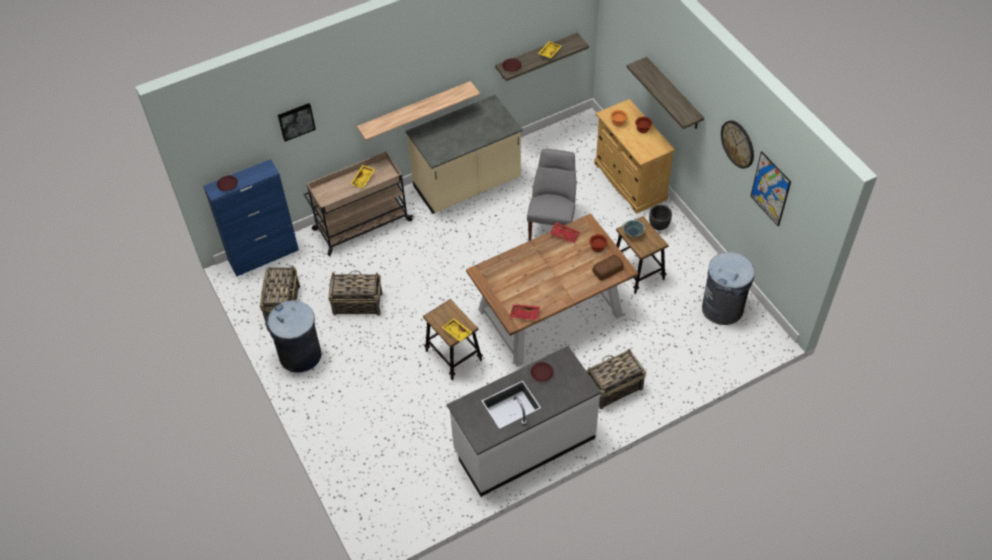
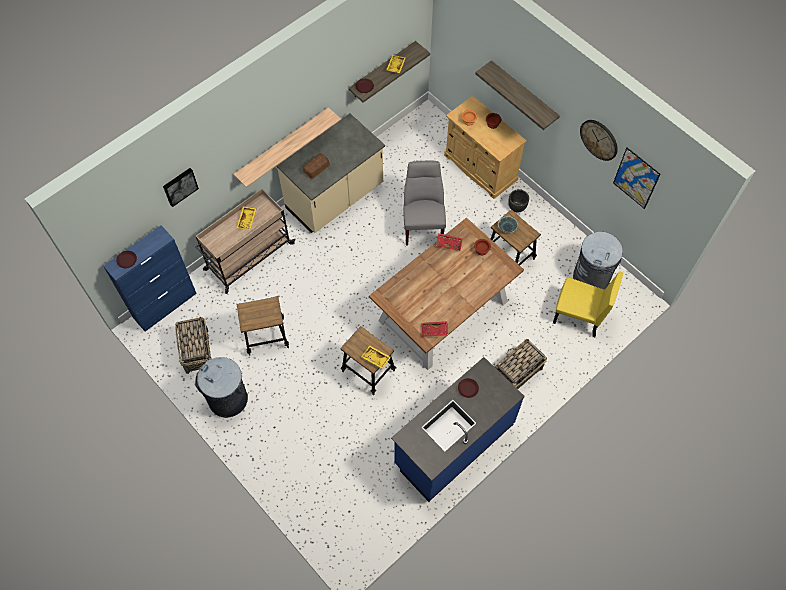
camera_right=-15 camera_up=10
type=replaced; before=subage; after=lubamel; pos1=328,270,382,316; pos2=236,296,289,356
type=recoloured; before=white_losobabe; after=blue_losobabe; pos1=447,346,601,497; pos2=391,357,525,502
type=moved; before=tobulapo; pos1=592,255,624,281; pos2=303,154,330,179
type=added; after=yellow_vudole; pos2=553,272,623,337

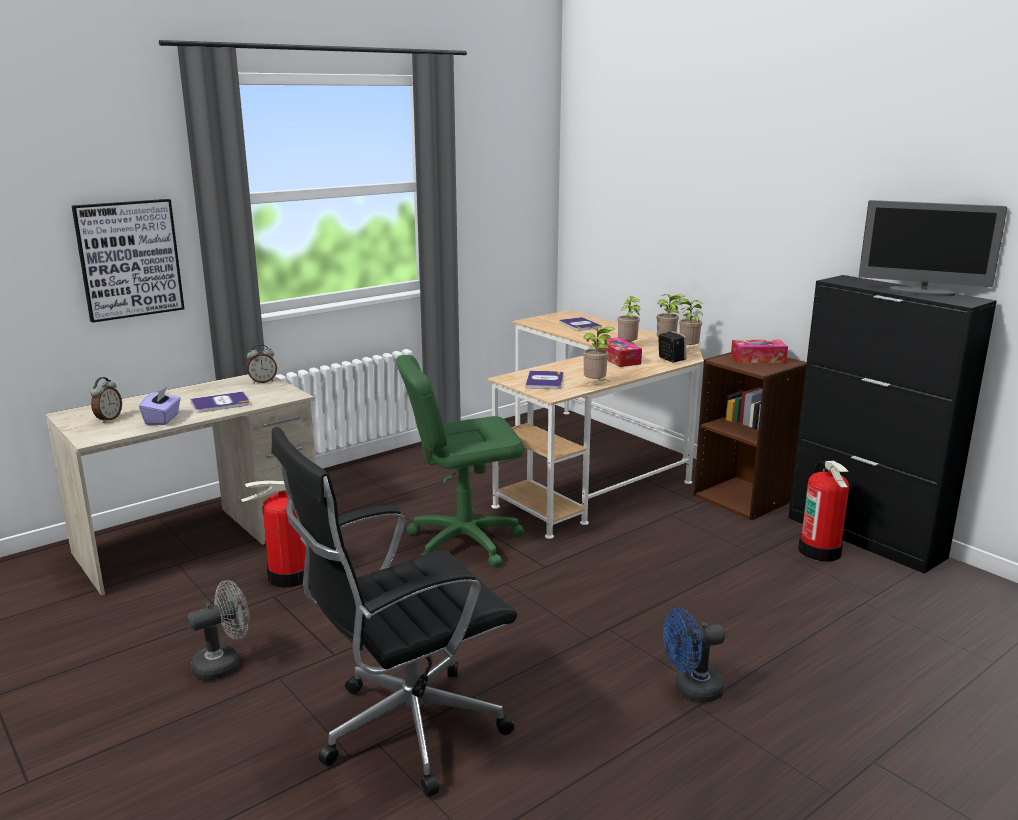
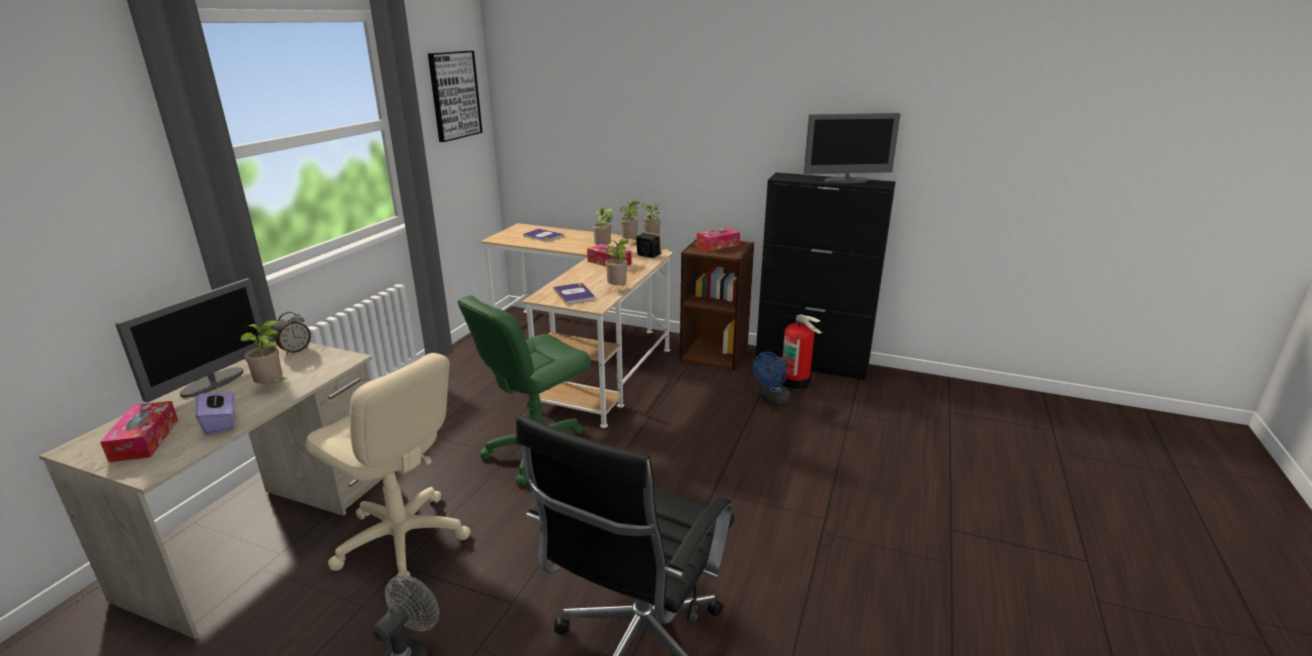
camera_right=-30 camera_up=5
type=moved; before=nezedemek; pos1=72,199,184,323; pos2=428,51,483,142
type=replaced; before=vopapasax; after=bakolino; pos1=90,377,122,423; pos2=100,401,178,463
type=replaced; before=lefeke; after=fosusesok; pos1=190,392,250,413; pos2=240,320,287,384
type=replaced; before=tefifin; after=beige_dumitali; pos1=241,481,306,588; pos2=306,353,471,584
type=moved; before=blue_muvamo; pos1=663,608,725,703; pos2=753,352,790,404
type=added; after=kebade; pos2=115,278,265,402

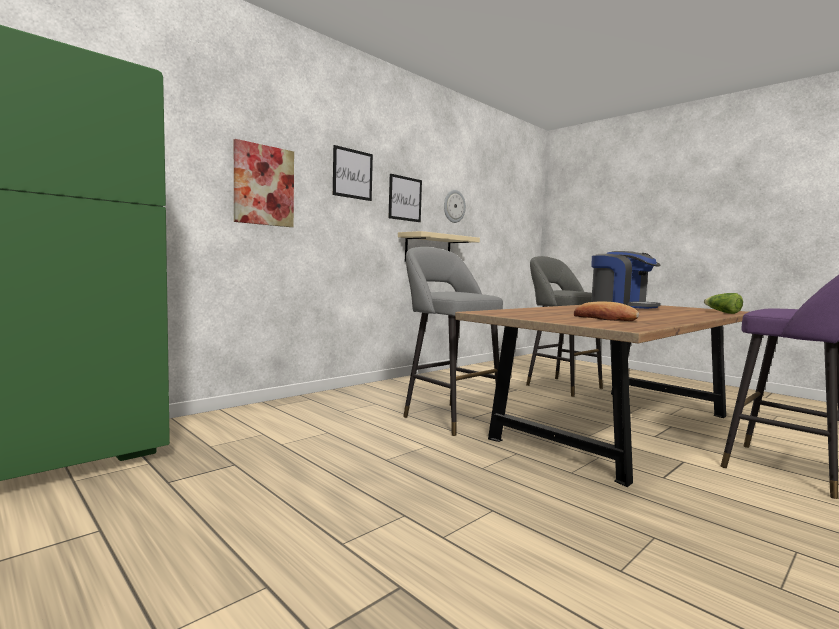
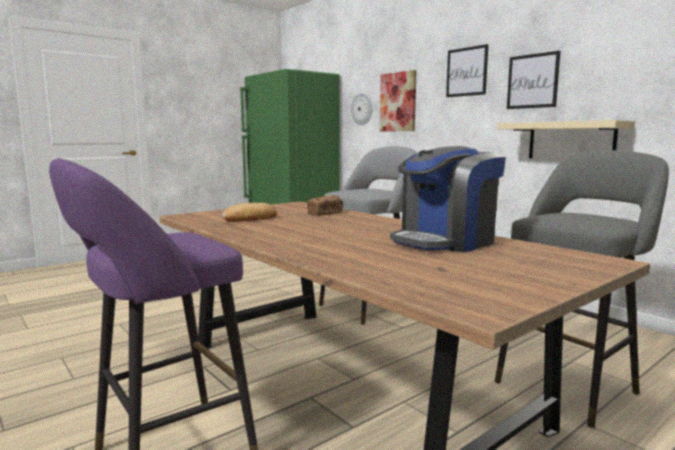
camera_right=95 camera_up=5
type=moved; before=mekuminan; pos1=444,190,466,223; pos2=351,93,373,125
type=removed; before=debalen; pos1=704,293,743,314
type=added; after=tobulapo; pos2=307,195,343,216

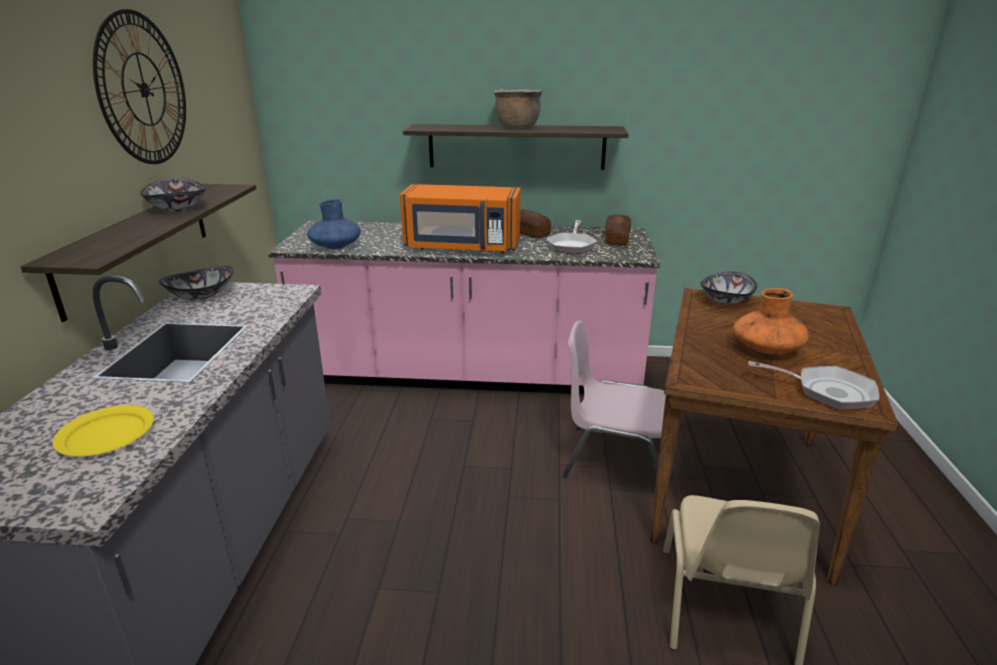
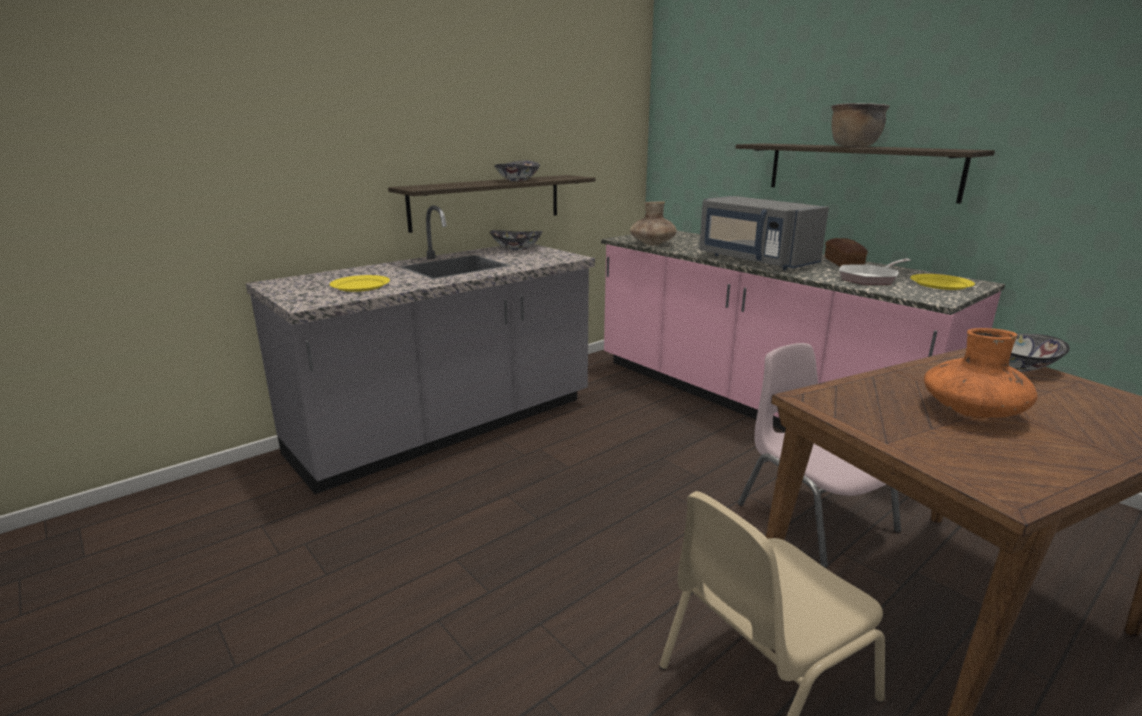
camera_right=45 camera_up=-5
type=removed; before=mekuminan; pos1=93,9,186,164
type=recoloured; before=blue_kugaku; after=brown_kugaku; pos1=307,199,361,249; pos2=630,202,677,245
type=recoloured; before=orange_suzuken; after=grey_suzuken; pos1=400,184,521,253; pos2=699,196,829,270
type=replaced; before=tobulapo; after=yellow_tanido; pos1=605,214,631,246; pos2=910,274,975,290
type=removed; before=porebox; pos1=748,361,880,410

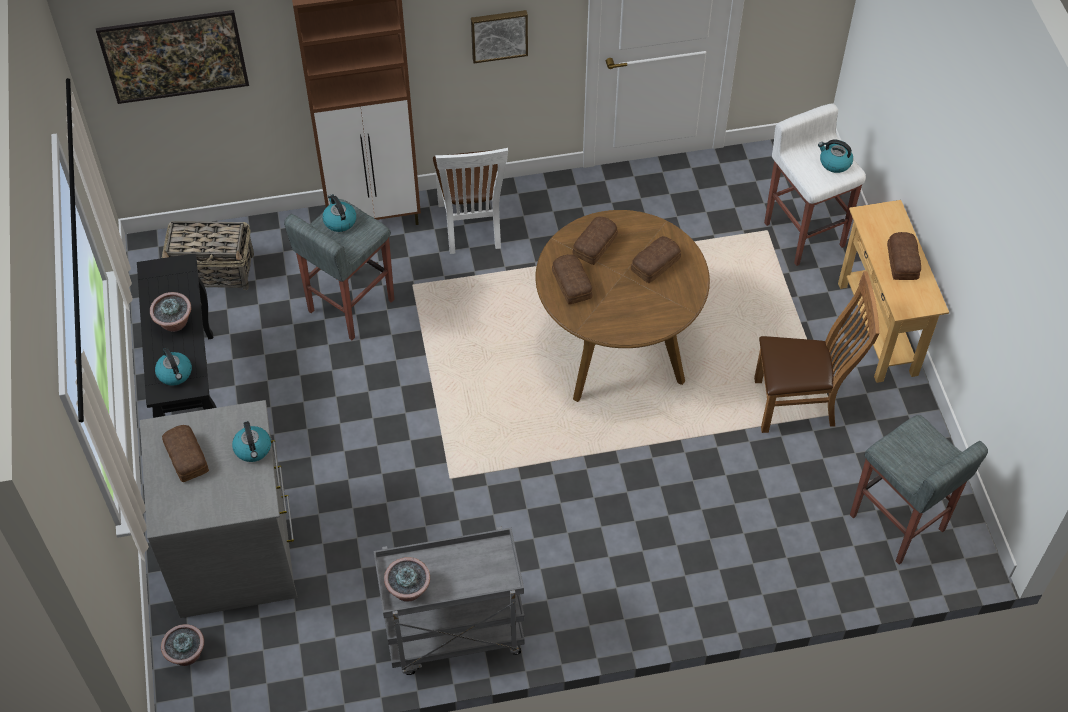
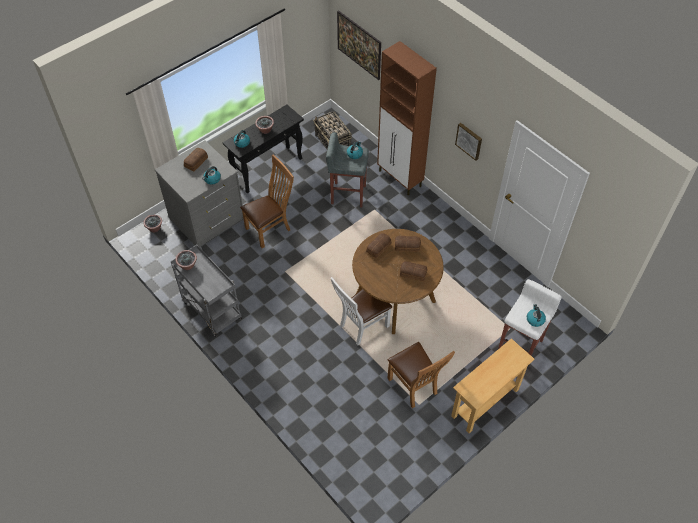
camera_right=60 camera_up=0
type=moved; before=white_vudole; pos1=433,148,508,254; pos2=331,277,392,345
type=removed; before=grey_lubamel; pos1=850,415,988,565
type=removed; before=tobulapo; pos1=887,232,921,280
type=added; after=brown_vudole; pos2=240,154,294,248

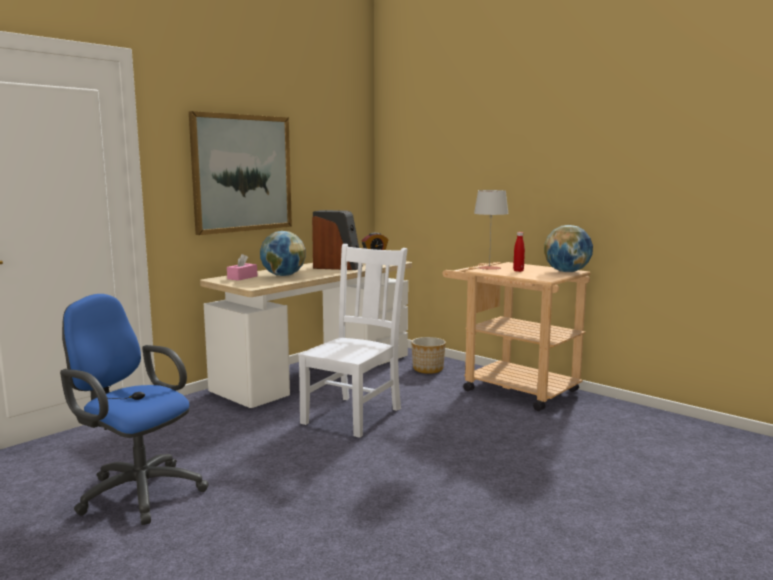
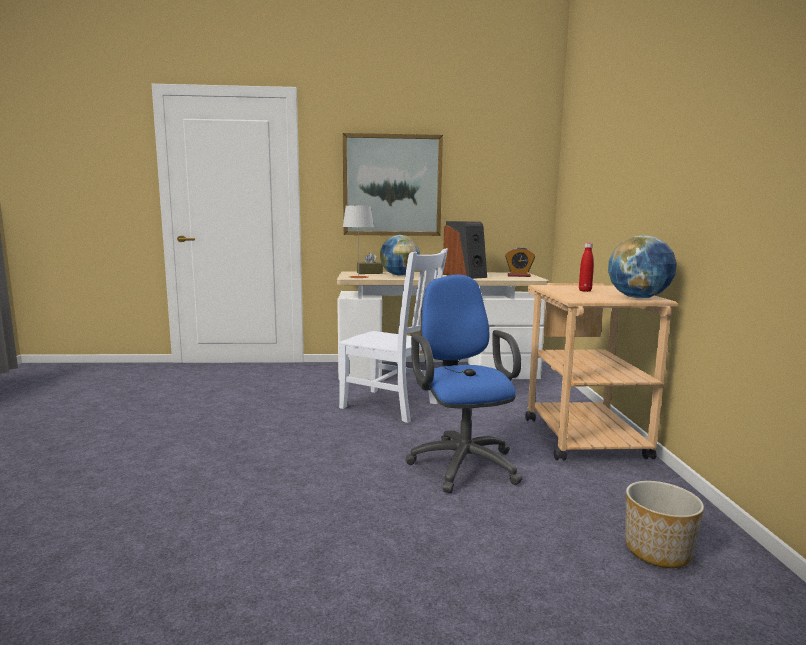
camera_right=45 camera_up=0
type=moved; before=blue_dumitali; pos1=60,294,209,525; pos2=406,275,522,493
type=recoloured; before=pink_bakolino; after=brown_bakolino; pos1=227,254,257,281; pos2=357,253,383,274
type=turned; before=white_vudole; pos1=298,244,408,438; pos2=338,248,448,423; turn=45
type=moved; before=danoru; pos1=411,337,446,374; pos2=625,481,704,568
type=moved; before=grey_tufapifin; pos1=474,190,509,270; pos2=343,205,374,278

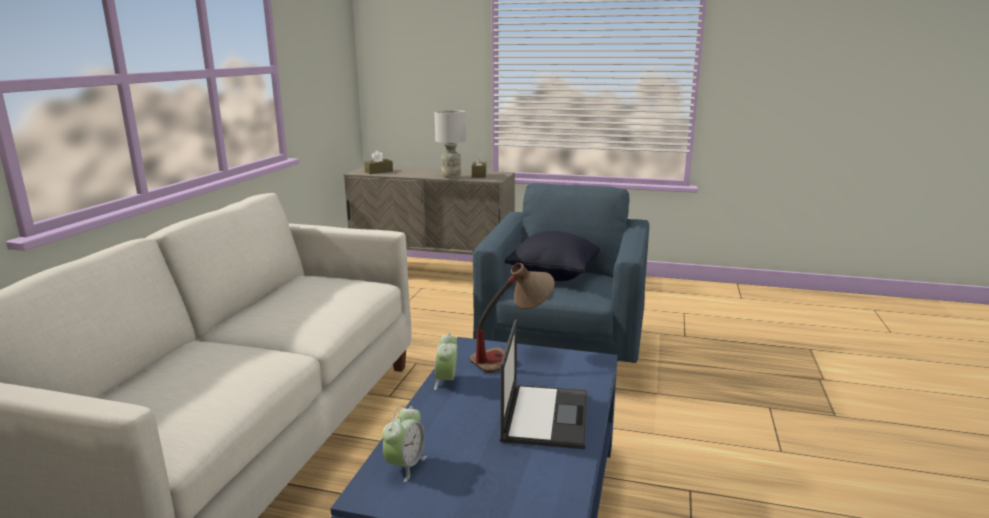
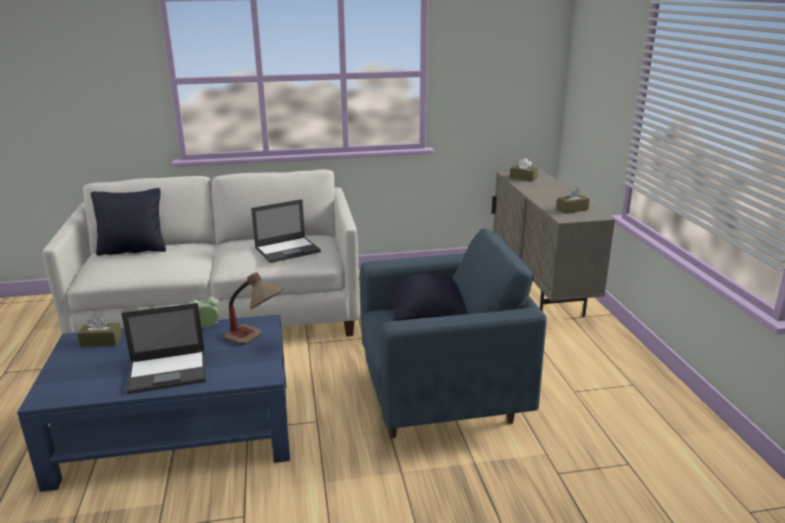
camera_right=65 camera_up=5
type=replaced; before=vopapasax; after=brown_bakolino; pos1=382,406,427,482; pos2=77,315,122,347
type=removed; before=grey_tufapifin; pos1=434,110,466,178
type=added; after=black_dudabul; pos2=91,188,166,256
type=added; after=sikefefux; pos2=251,199,321,263

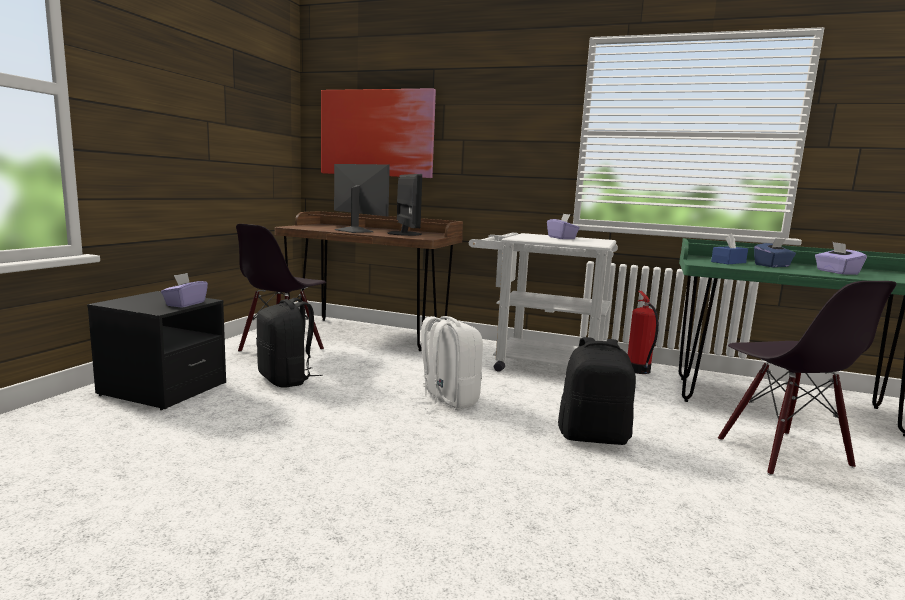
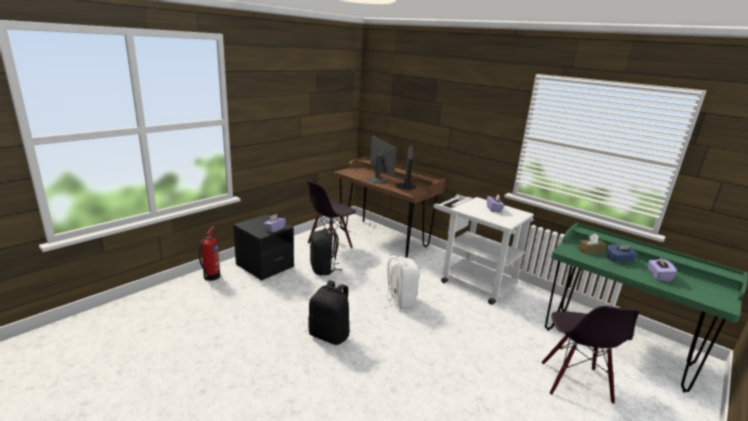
camera_right=20 camera_up=10
type=removed; before=nezedemek; pos1=321,88,436,178
type=moved; before=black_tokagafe; pos1=558,337,636,445; pos2=308,280,350,345
type=moved; before=tefifin; pos1=628,291,659,374; pos2=199,226,220,281
type=recoloured; before=blue_bakolino; after=brown_bakolino; pos1=711,233,748,264; pos2=578,233,607,255

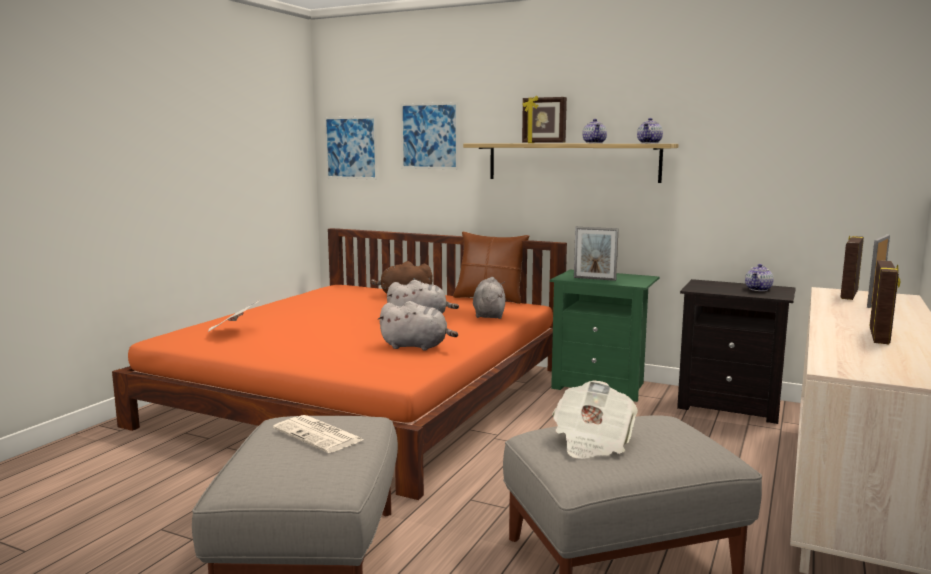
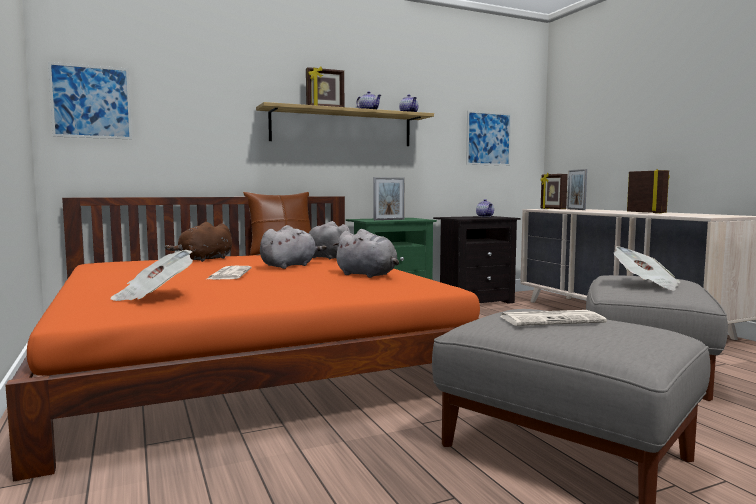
camera_right=-50 camera_up=-5
type=turned; before=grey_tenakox; pos1=377,301,458,351; pos2=332,229,399,278; turn=75
type=moved; before=nezedemek; pos1=400,102,459,169; pos2=466,111,511,166
type=added; after=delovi; pos2=205,266,251,280

